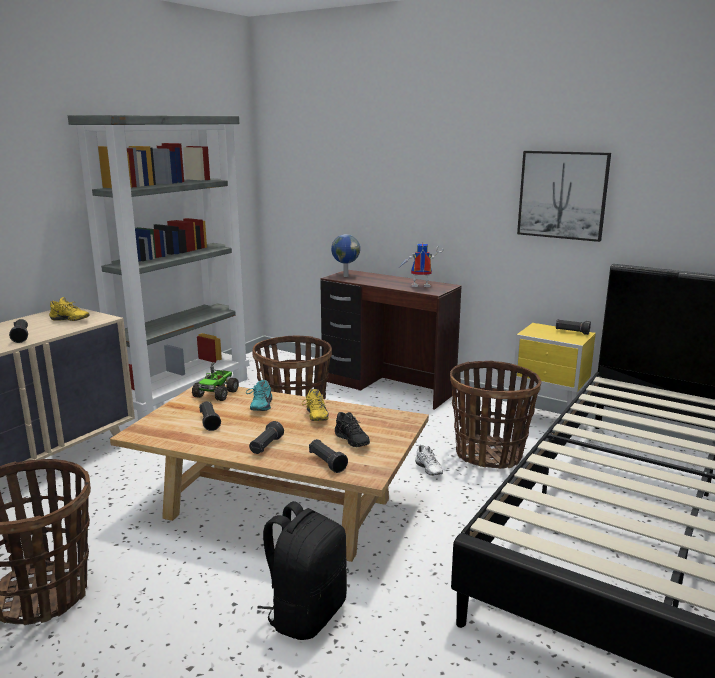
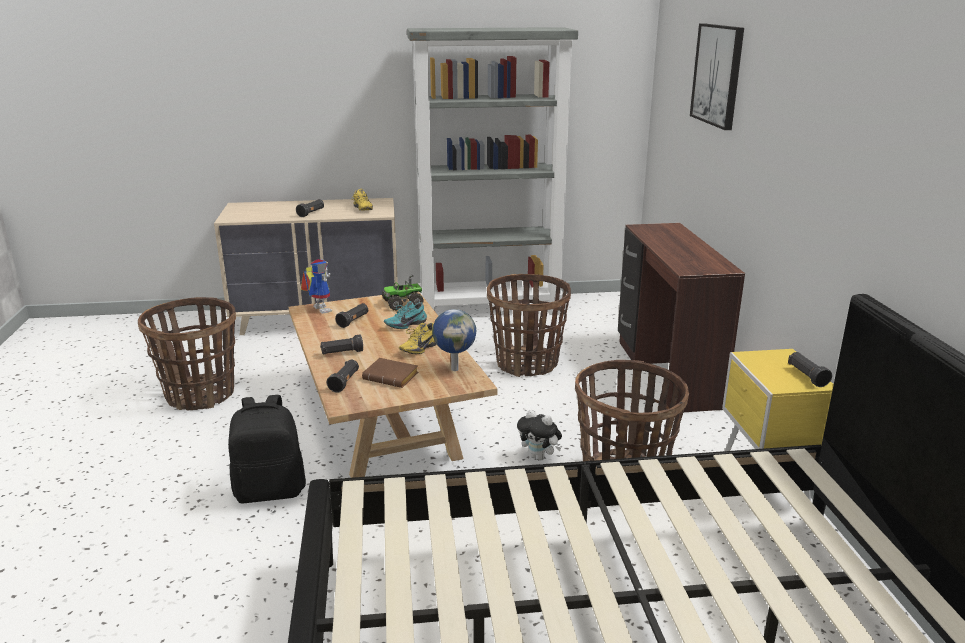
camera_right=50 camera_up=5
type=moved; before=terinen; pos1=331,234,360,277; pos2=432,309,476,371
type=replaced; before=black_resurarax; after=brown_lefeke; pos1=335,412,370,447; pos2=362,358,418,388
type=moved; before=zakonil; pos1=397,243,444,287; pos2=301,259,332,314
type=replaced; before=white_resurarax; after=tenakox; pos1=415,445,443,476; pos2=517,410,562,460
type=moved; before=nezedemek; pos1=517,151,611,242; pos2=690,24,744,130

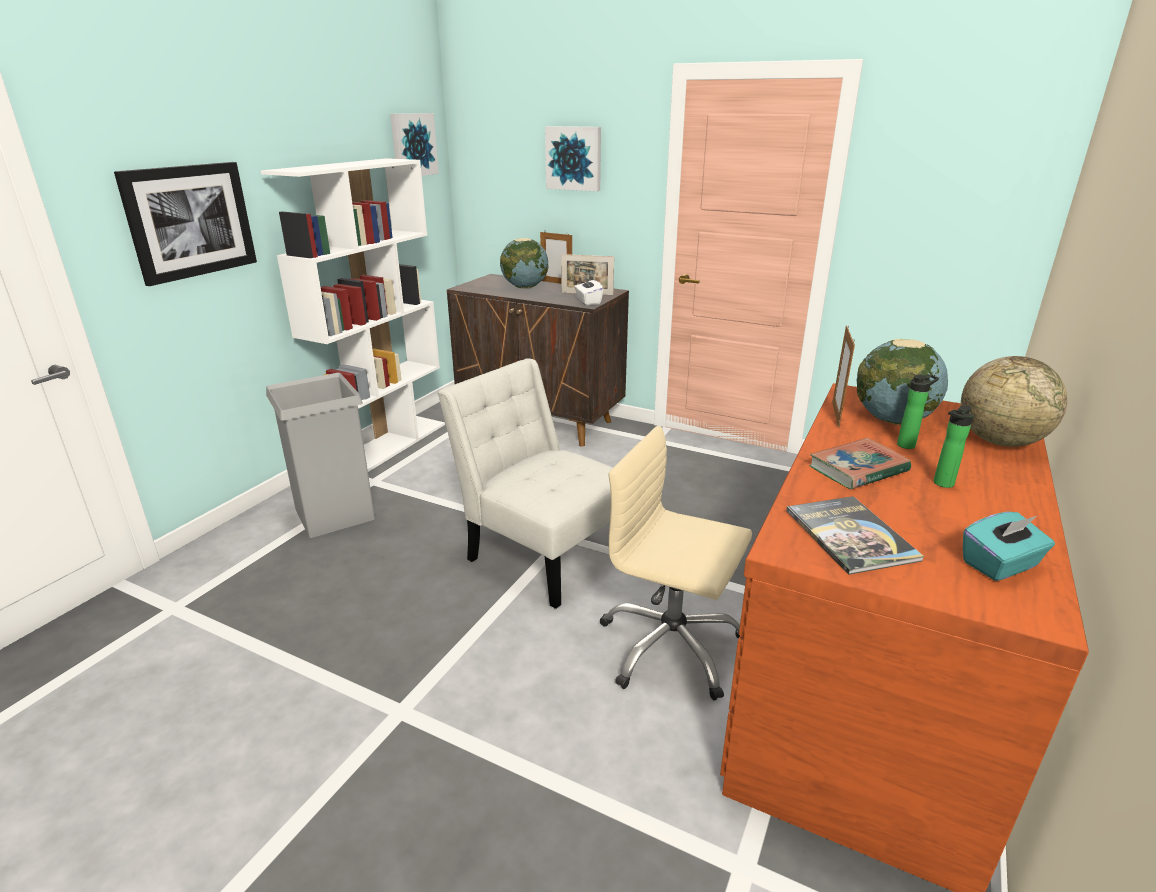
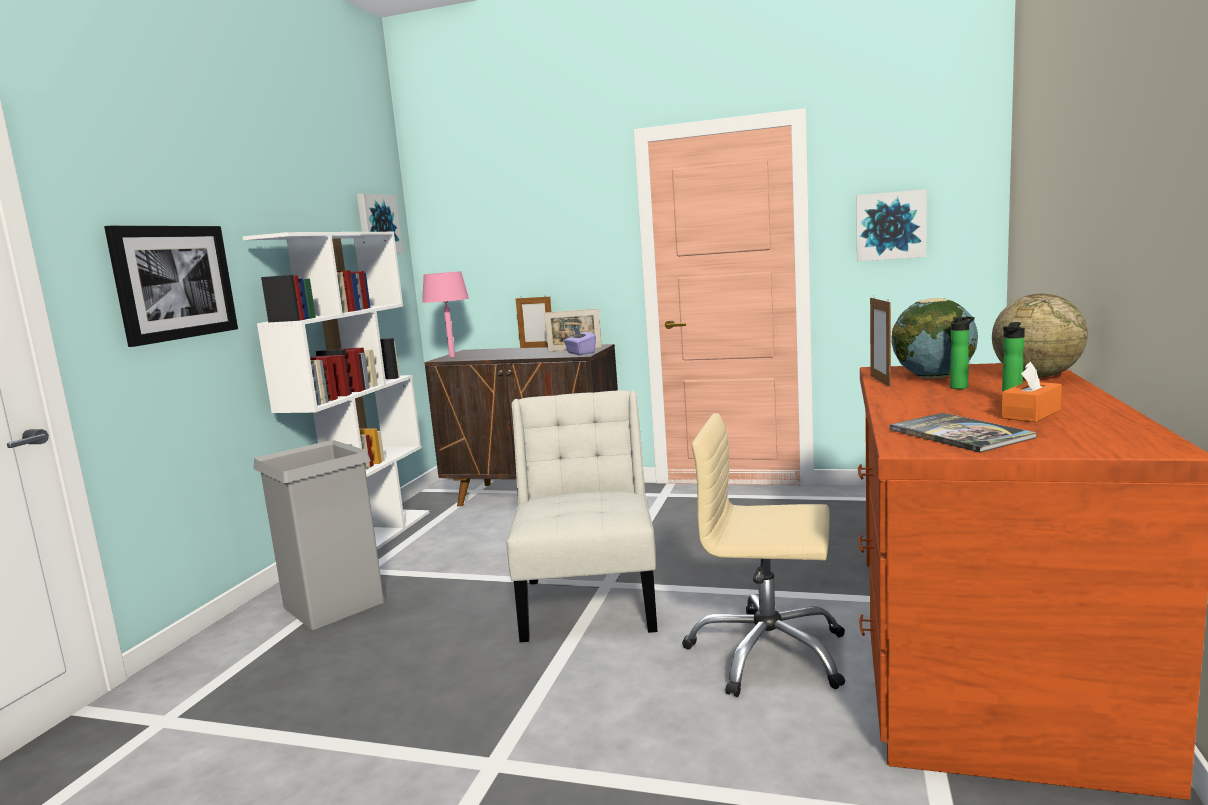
camera_right=-10 camera_up=-15
type=turned; before=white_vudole; pos1=438,358,613,609; pos2=506,390,658,642; turn=60
type=removed; before=terinen; pos1=500,238,548,288
type=moved; before=nezedemek; pos1=545,126,601,192; pos2=856,189,927,261
type=recoloured; before=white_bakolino; after=purple_bakolino; pos1=575,276,603,305; pos2=564,327,596,355
type=removed; before=lefeke; pos1=809,438,911,489
type=removed; before=turquoise_bakolino; pos1=963,512,1055,581
type=added; after=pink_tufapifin; pos2=422,272,469,357
type=added; after=orange_bakolino; pos2=1001,362,1062,422

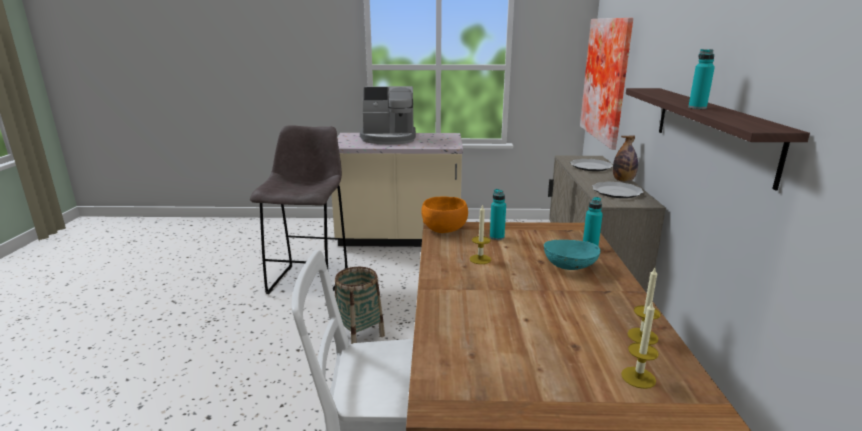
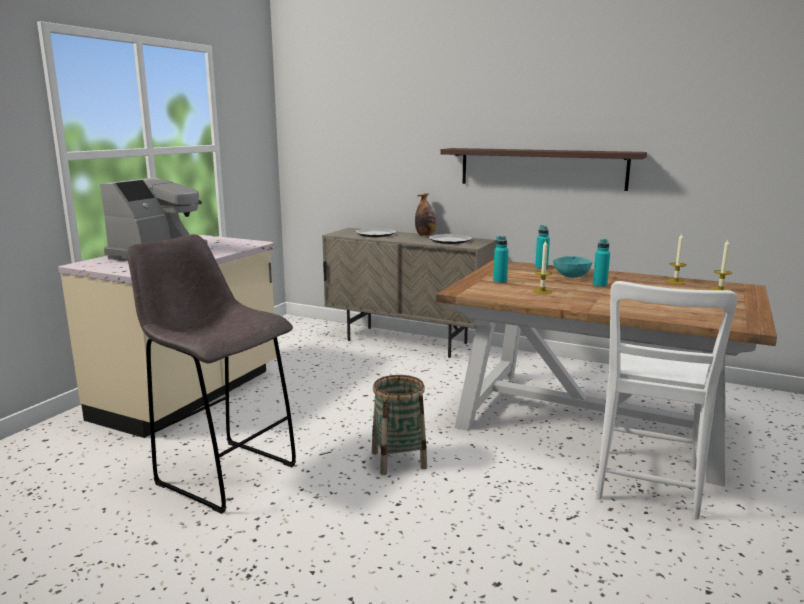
camera_right=-65 camera_up=-5
type=removed; before=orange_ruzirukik; pos1=421,197,468,233
type=removed; before=nezedemek; pos1=580,18,633,150
type=moved; before=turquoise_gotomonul; pos1=688,49,715,109; pos2=593,239,610,287

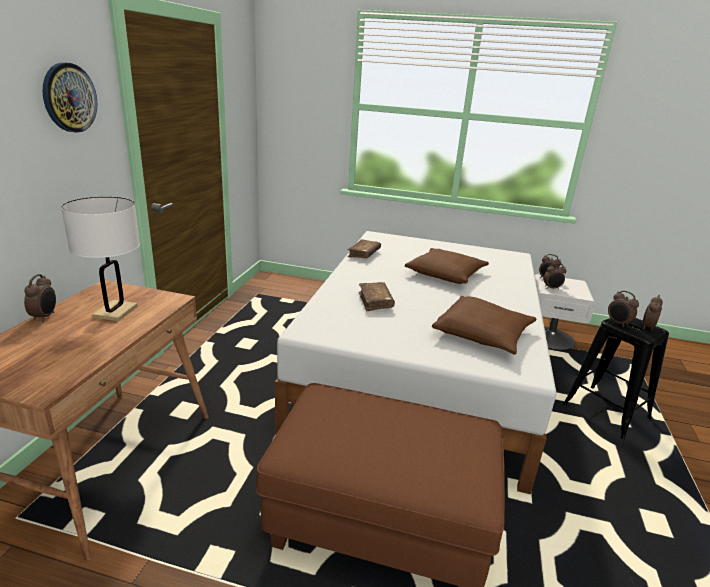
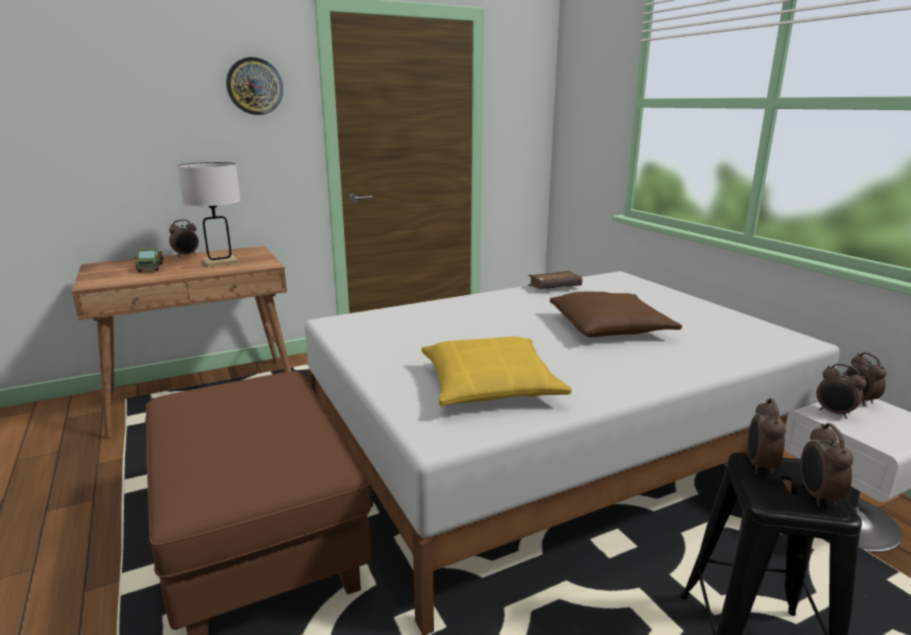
camera_right=50 camera_up=-5
type=removed; before=brown_lefeke; pos1=359,282,395,311
type=recoloured; before=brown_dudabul; after=yellow_dudabul; pos1=432,296,536,355; pos2=422,337,572,406
type=turned; before=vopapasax; pos1=643,295,663,331; pos2=800,423,853,506; turn=-75
type=added; after=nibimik; pos2=135,248,164,272

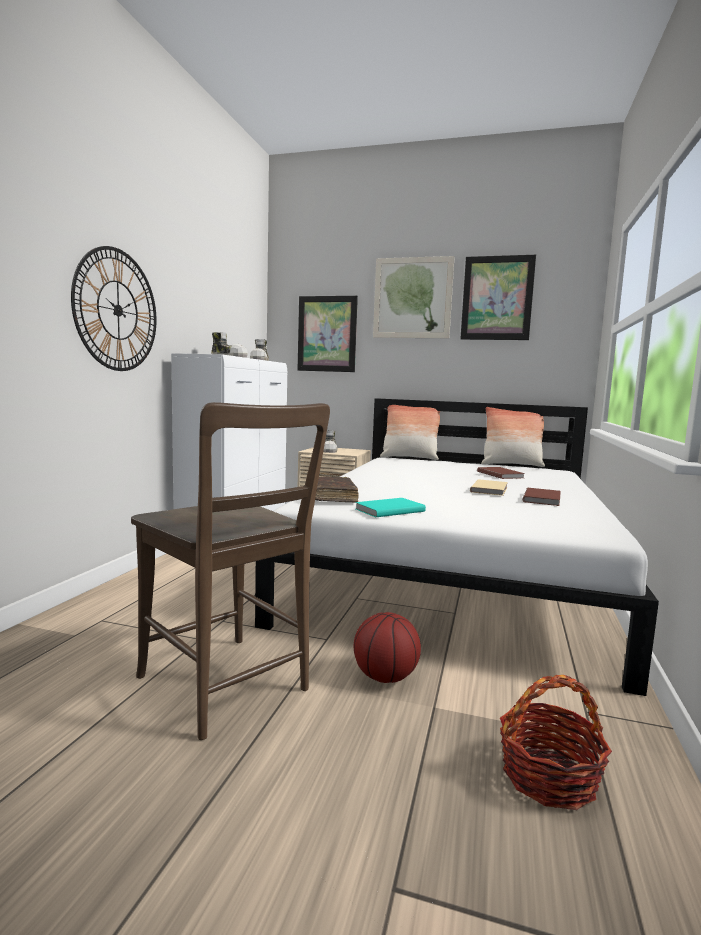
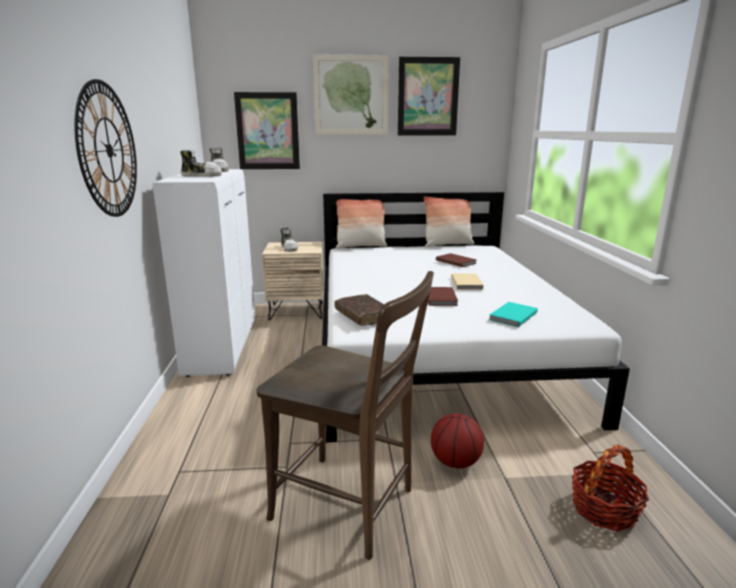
camera_right=-20 camera_up=10
type=moved; before=turquoise_lefeke; pos1=355,498,426,517; pos2=489,302,538,327
type=moved; before=brown_lefeke; pos1=523,488,561,506; pos2=428,287,458,306

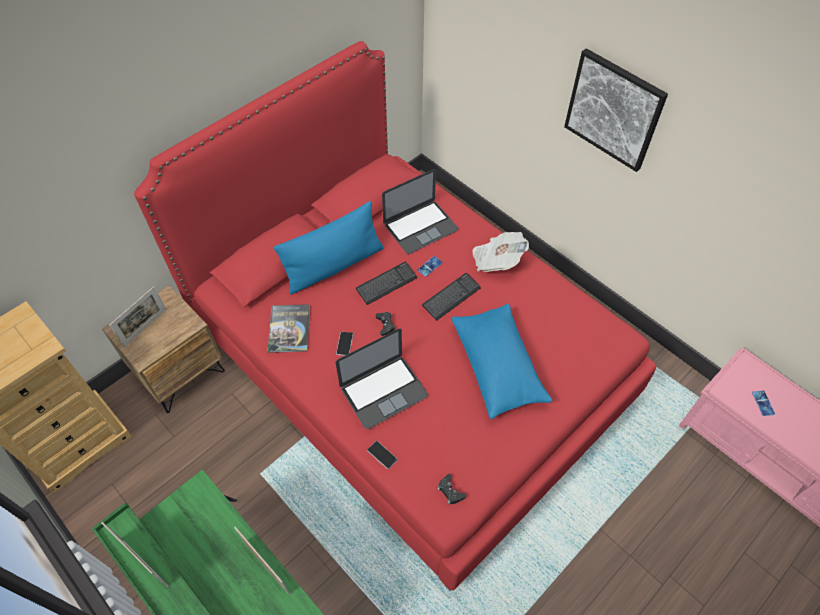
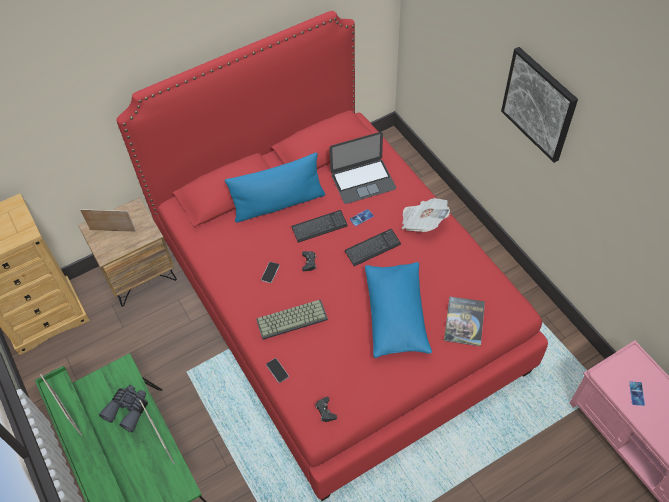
camera_right=15 camera_up=0
type=turned; before=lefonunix; pos1=110,287,166,347; pos2=80,209,136,232; turn=-135
type=moved; before=lefeke; pos1=268,304,310,353; pos2=444,296,485,346
type=replaced; before=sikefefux; after=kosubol; pos1=336,328,428,429; pos2=256,300,328,340
type=added; after=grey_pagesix; pos2=99,385,148,432

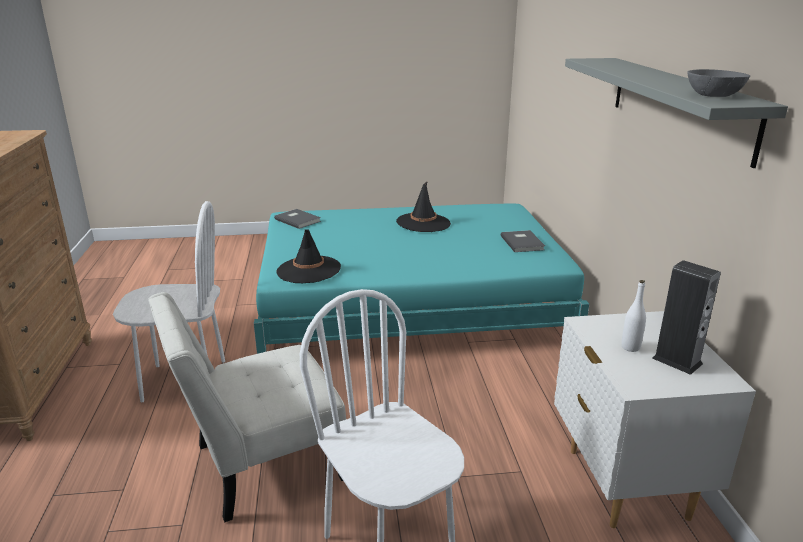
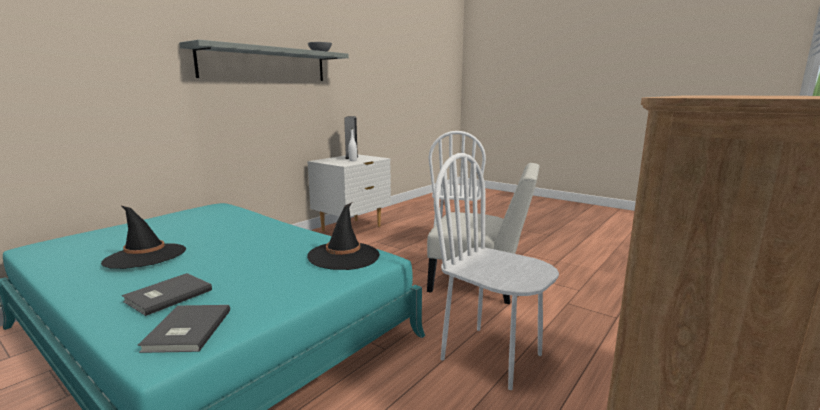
camera_right=-135 camera_up=-10
type=moved; before=grey_lefeke; pos1=501,230,545,252; pos2=122,273,212,316

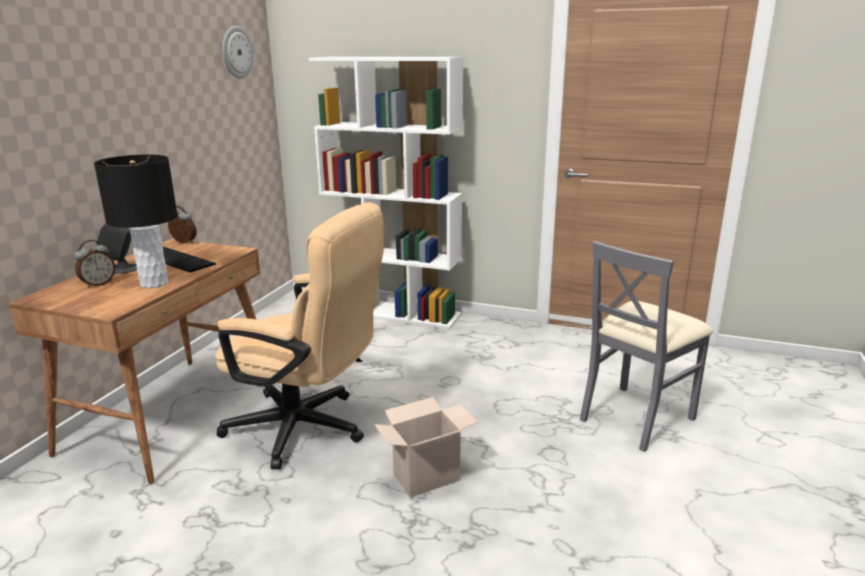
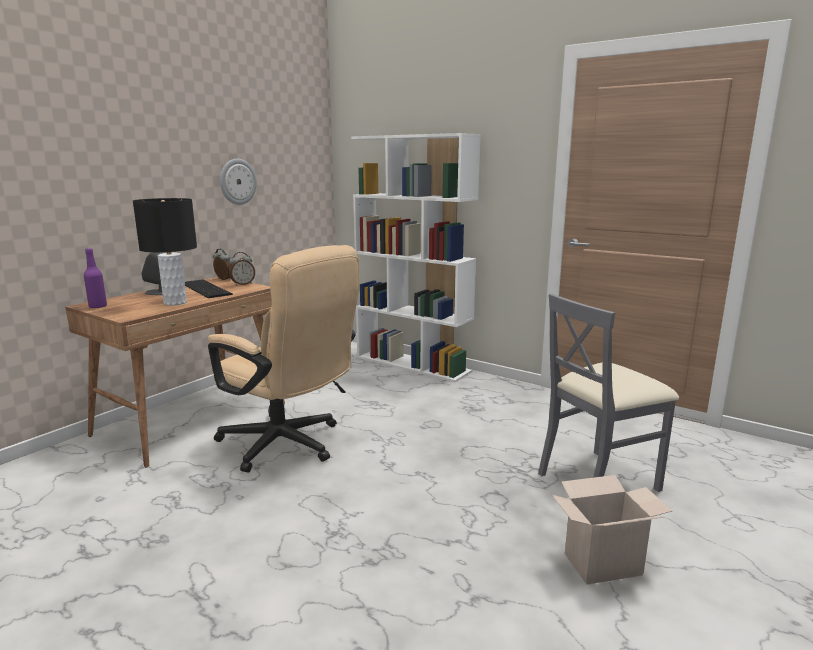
camera_right=15 camera_up=-5
type=moved; before=vopapasax; pos1=74,240,116,288; pos2=229,252,255,286
type=moved; before=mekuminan; pos1=222,26,254,79; pos2=220,159,257,205
type=moved; before=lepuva; pos1=374,397,478,498; pos2=551,475,672,585
type=added; after=purple_gotomonul; pos2=84,248,107,308

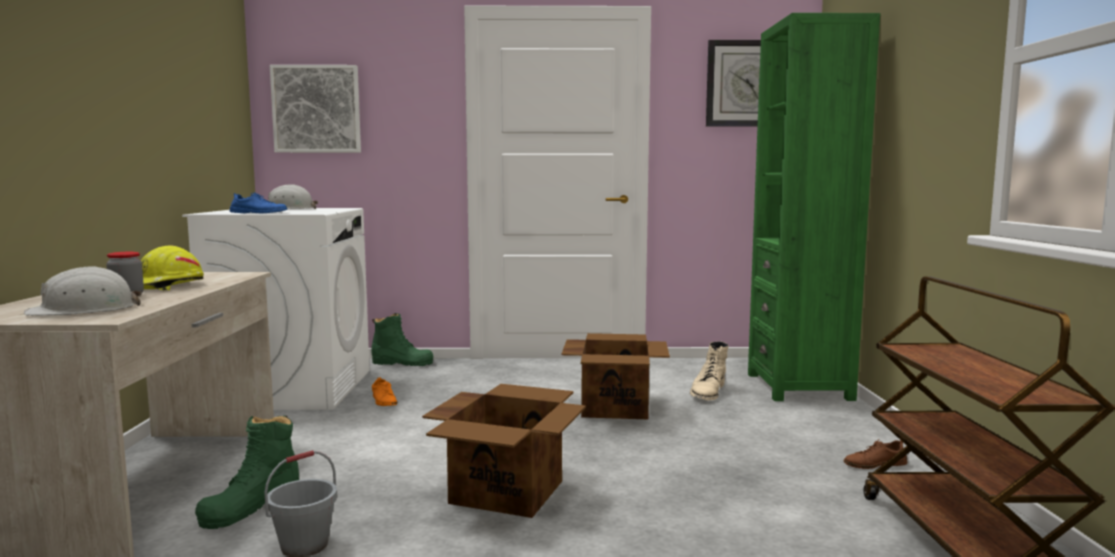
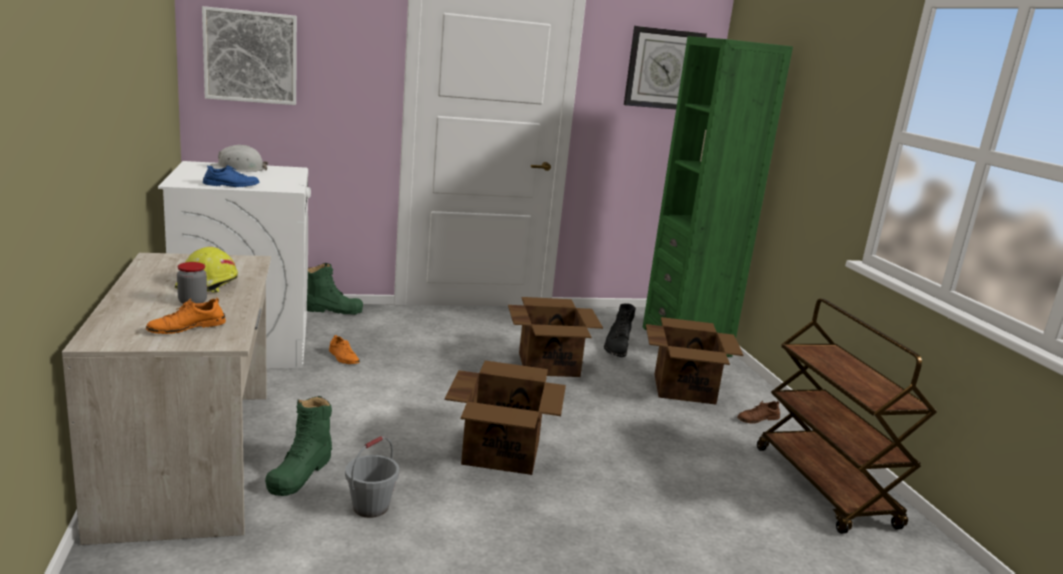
camera_right=-15 camera_up=10
type=replaced; before=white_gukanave; after=orange_resurarax; pos1=24,266,141,316; pos2=146,297,226,334
type=recoloured; before=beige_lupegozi; after=black_lupegozi; pos1=690,341,729,400; pos2=604,303,636,357
type=added; after=lepuva; pos2=646,317,743,405

